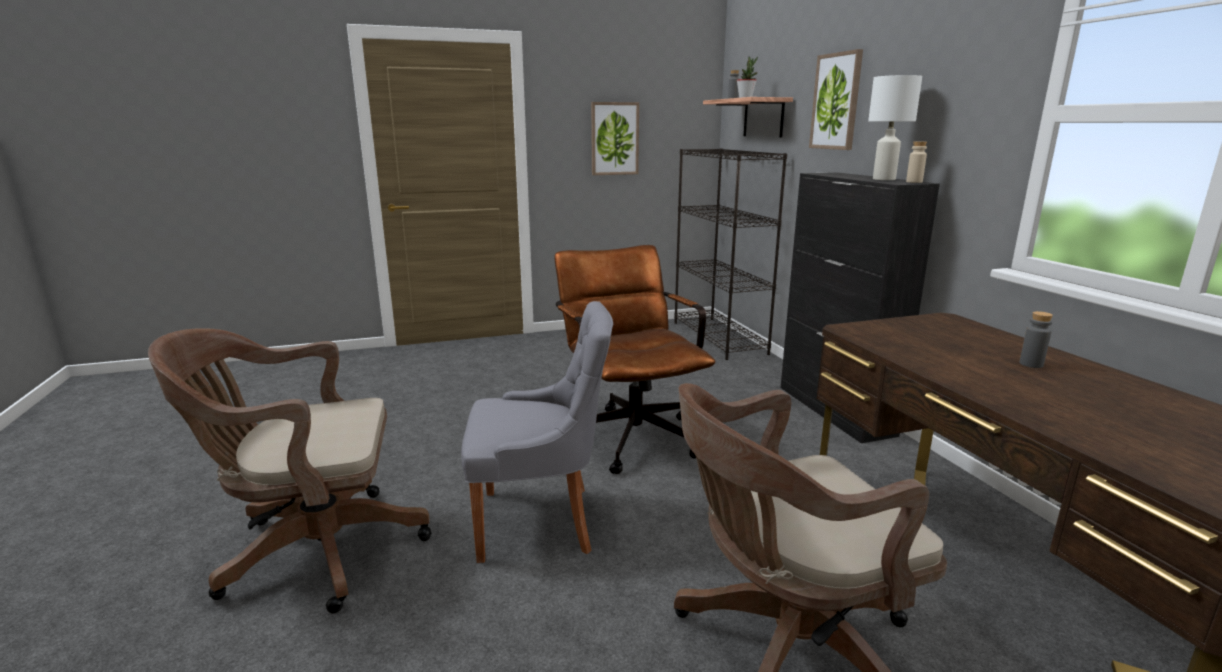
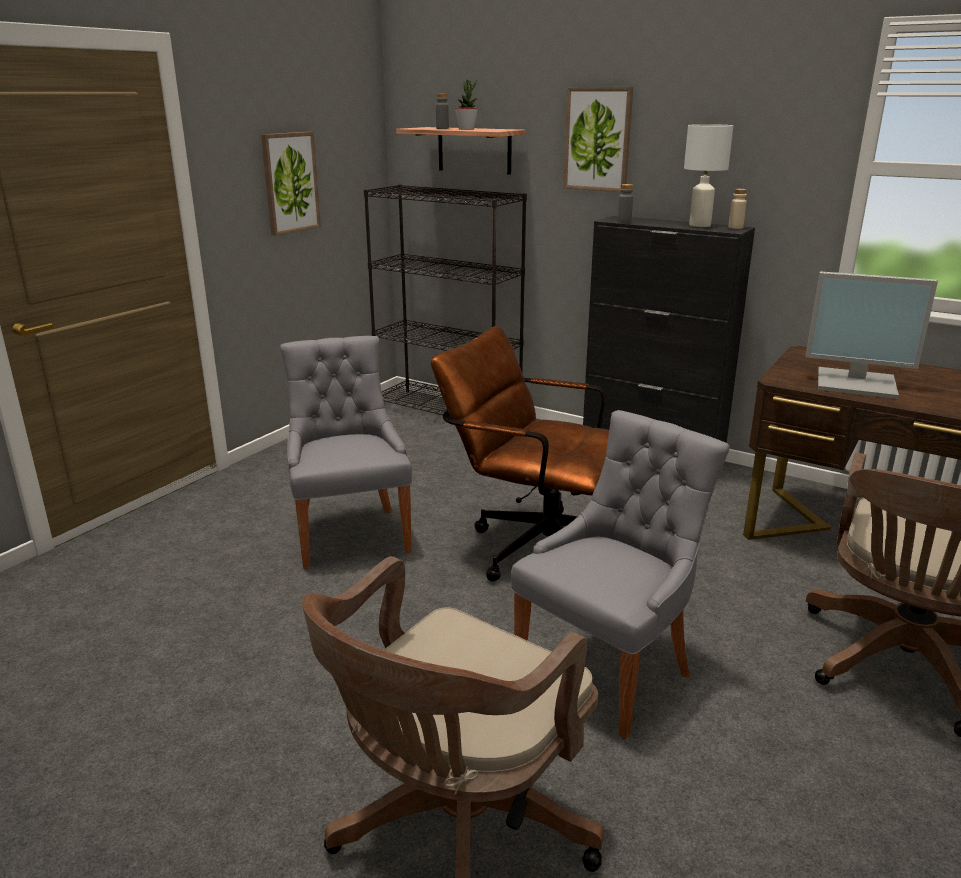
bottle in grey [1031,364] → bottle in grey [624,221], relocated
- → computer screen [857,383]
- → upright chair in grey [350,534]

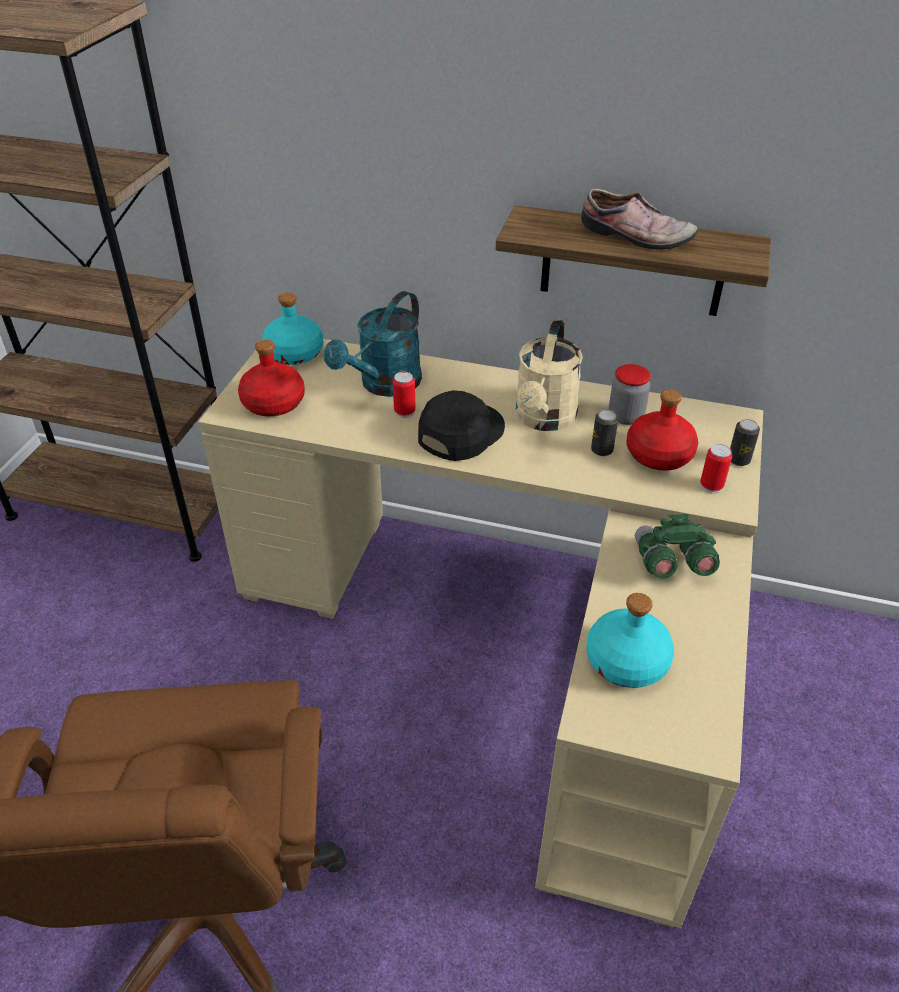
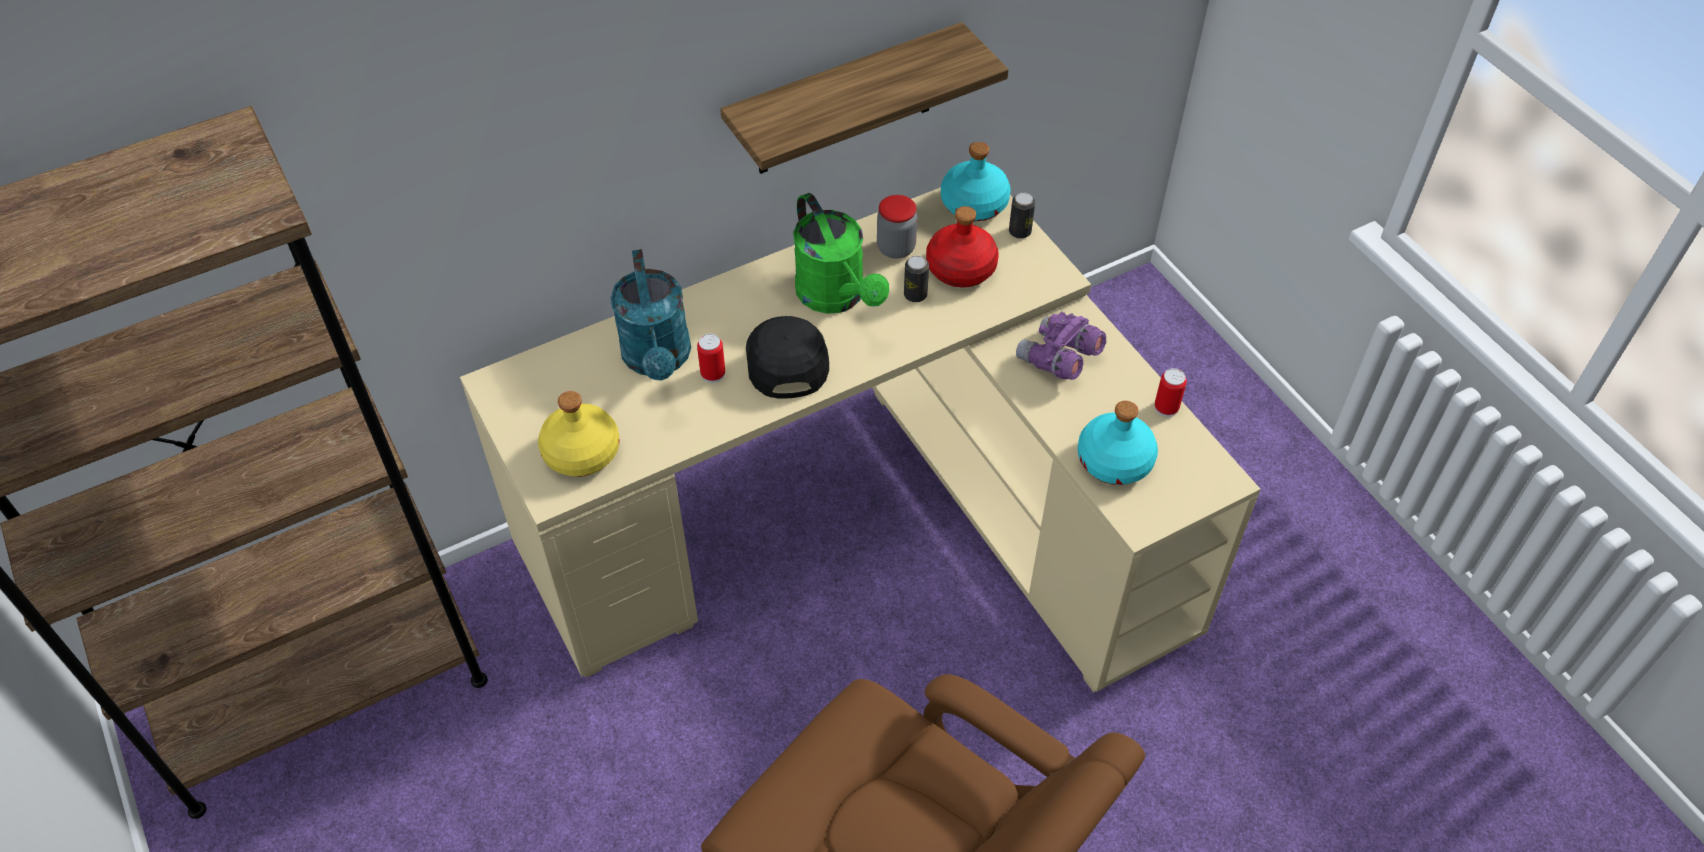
item of footwear [635,237] → -
bottle in blue-green [294,354] → bottle in blue-green [974,204], relocated
watering pot in sand-coloured [544,419] → watering pot in greenish [837,297]
bottle in red [272,403] → bottle in yellow [581,453]
can [711,486] → can [1166,407], relocated
binoculars in greenish [670,563] → binoculars in purple [1058,360]

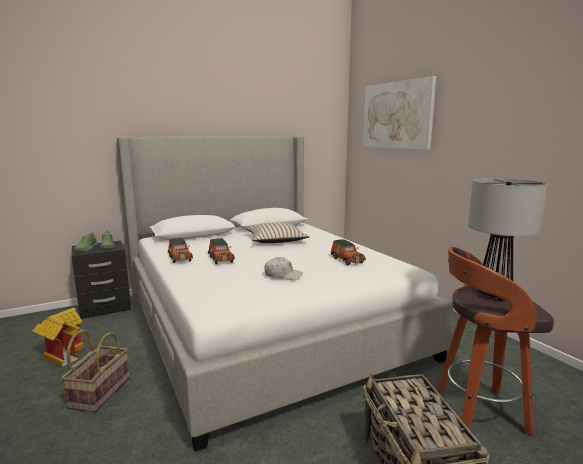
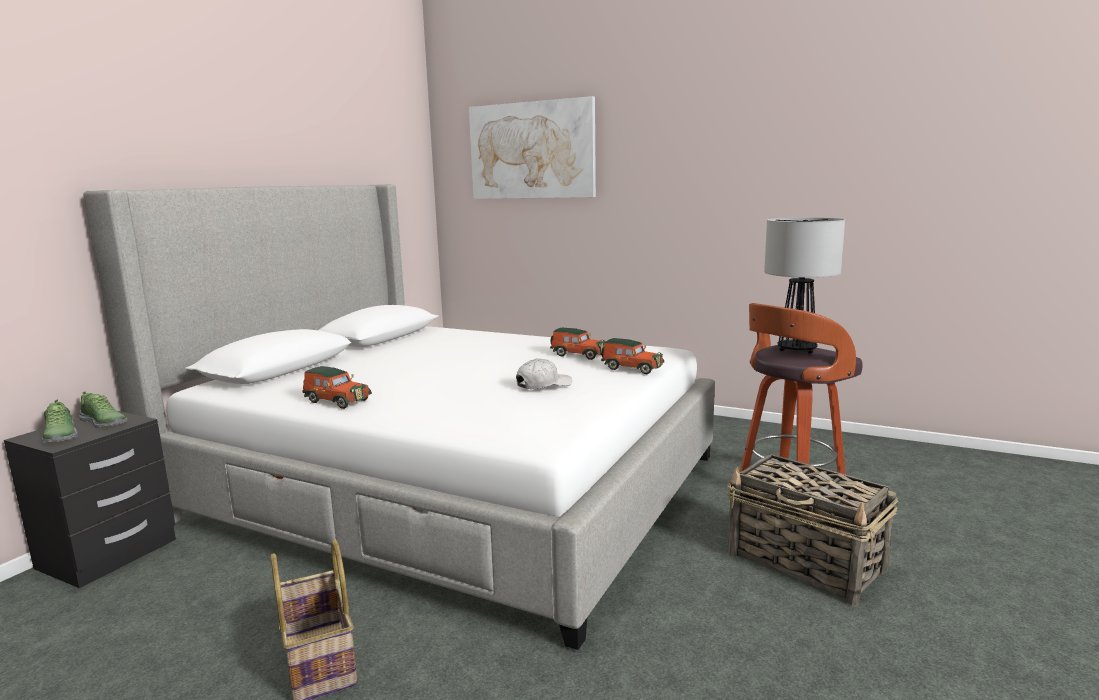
cushion in sand-coloured [276,240] → -
miniature car [220,259] → miniature car [631,368], relocated
miniature house [63,354] → -

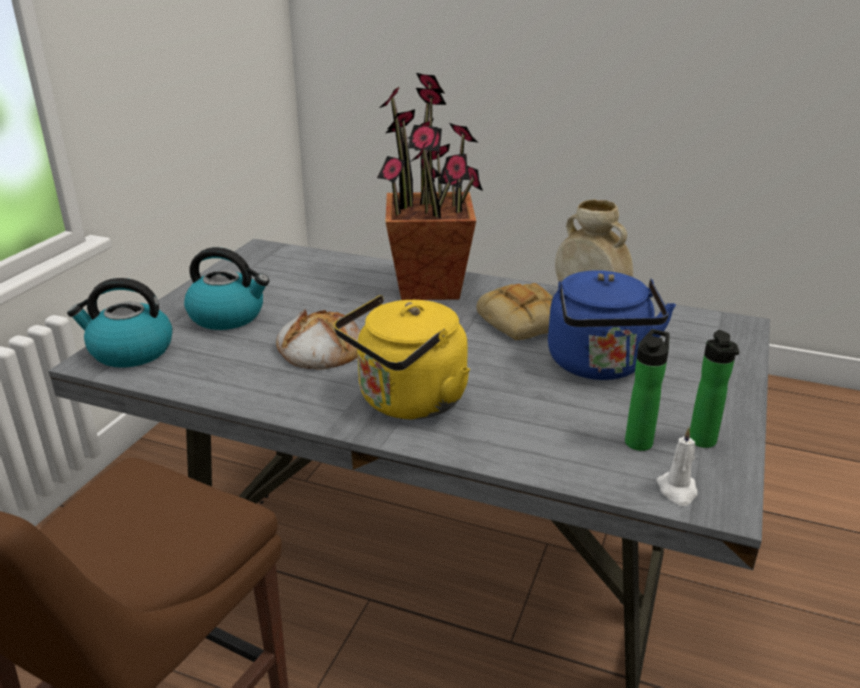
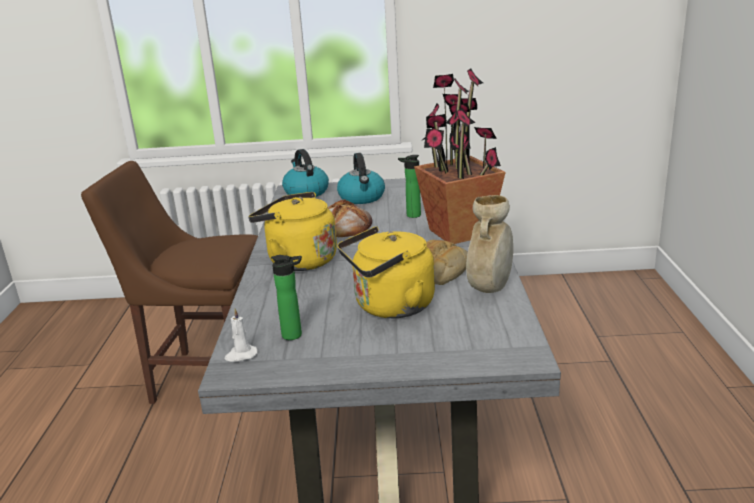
water kettle in blue [599,366] → water kettle in yellow [390,307]
bottle [703,443] → bottle [411,215], relocated

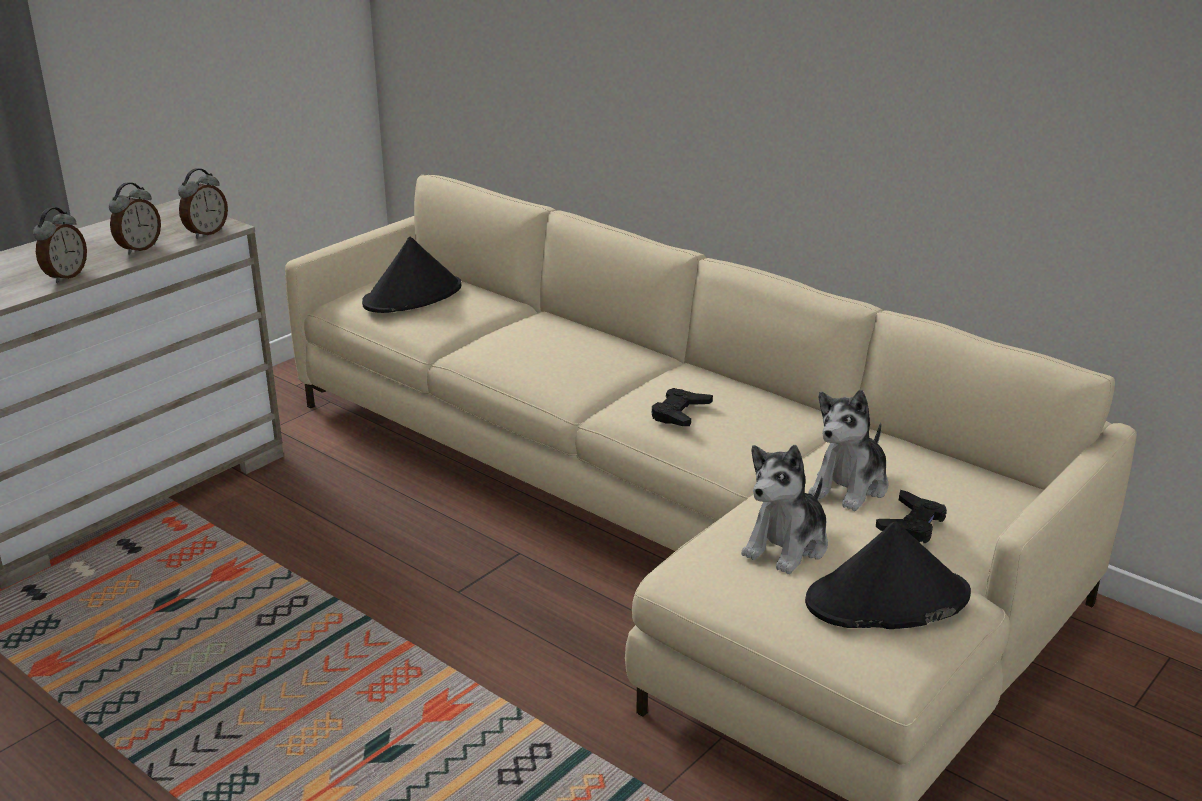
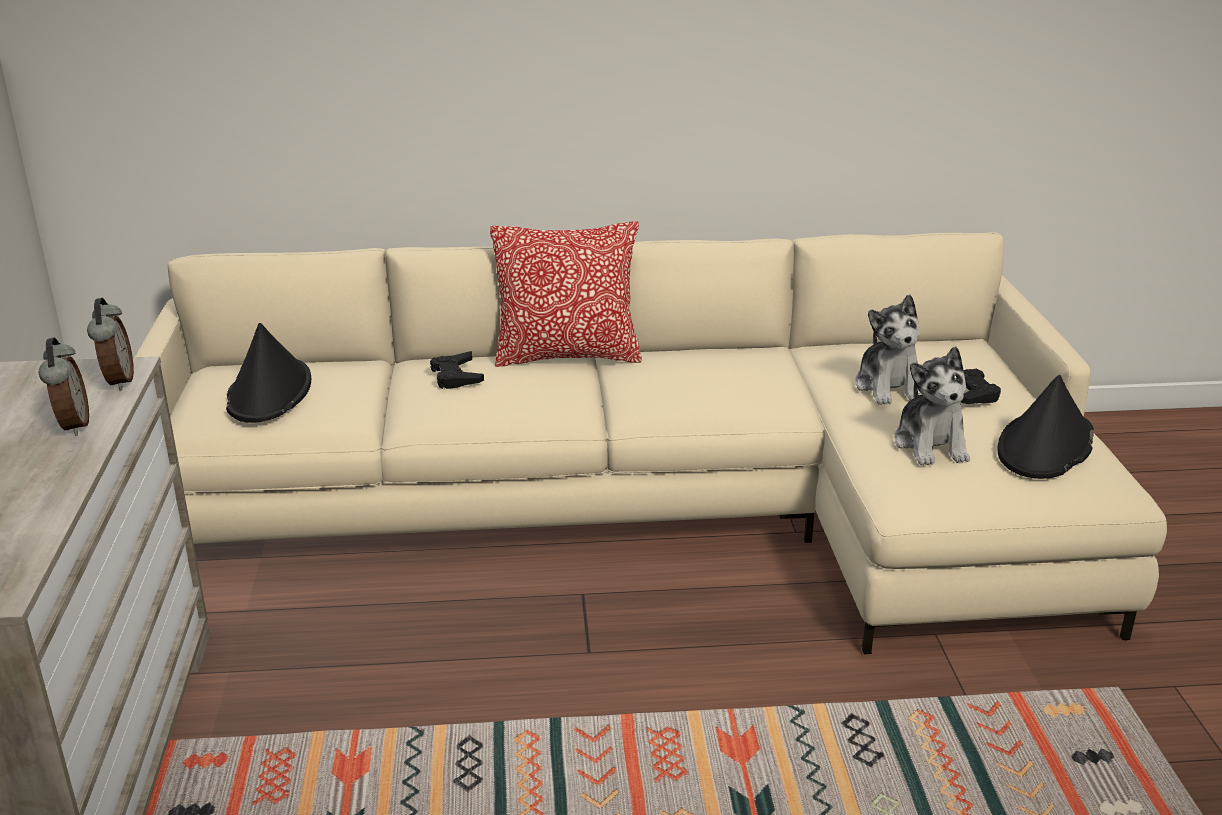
bedside clock [65,276] → -
gamepad in blackish [680,413] → gamepad in blackish [456,376], relocated
- → cushion [567,356]

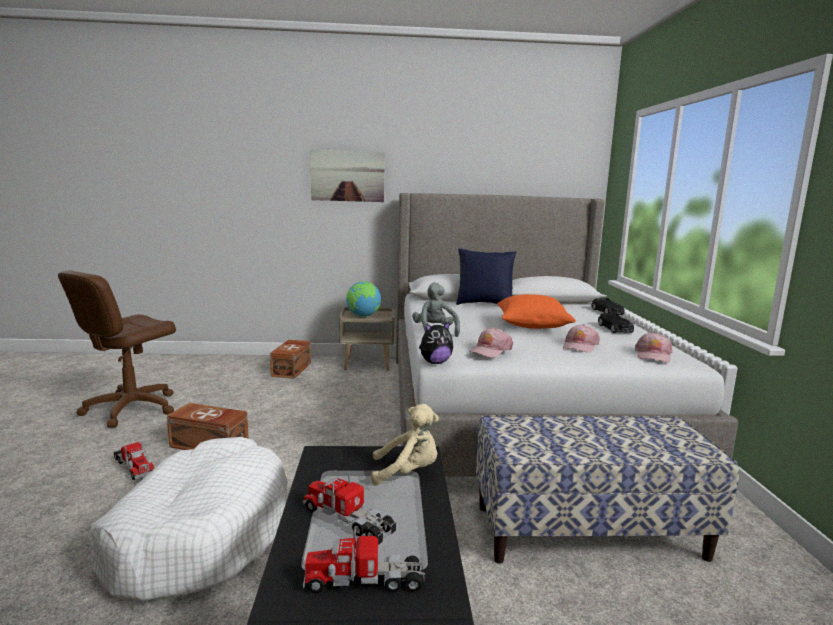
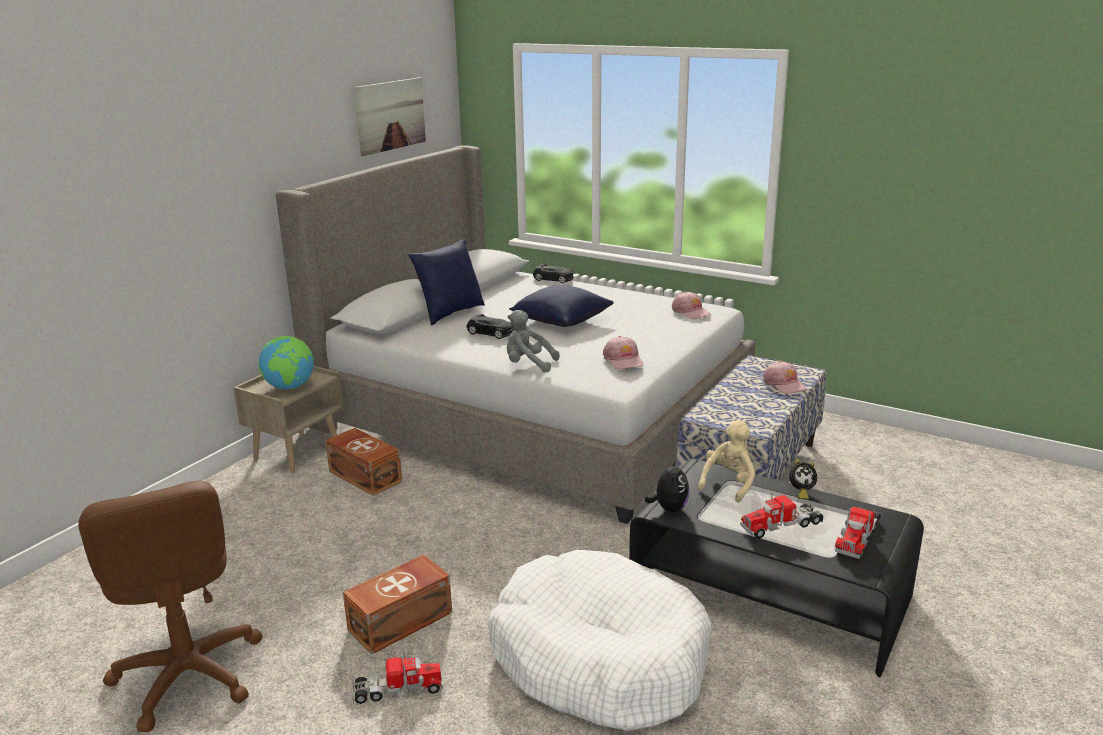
picture [347,176] → picture [390,115], relocated
cushion in orange-coloured [532,325] → cushion in blue [561,321]
miniature car in blackish [615,329] → miniature car in blackish [491,333], relocated
cuddly toy [435,362] → cuddly toy [669,508], relocated
baseball cap in pink-coloured [580,346] → baseball cap in pink-coloured [784,384], relocated
storage container in brown-coloured [292,369] → storage container in brown-coloured [365,475], relocated
- → bedside clock [800,492]

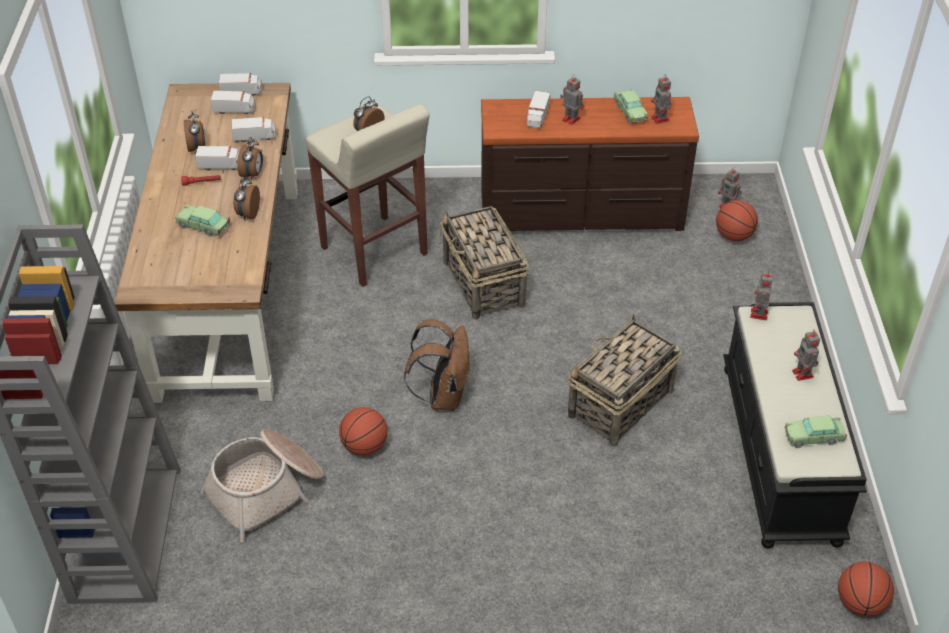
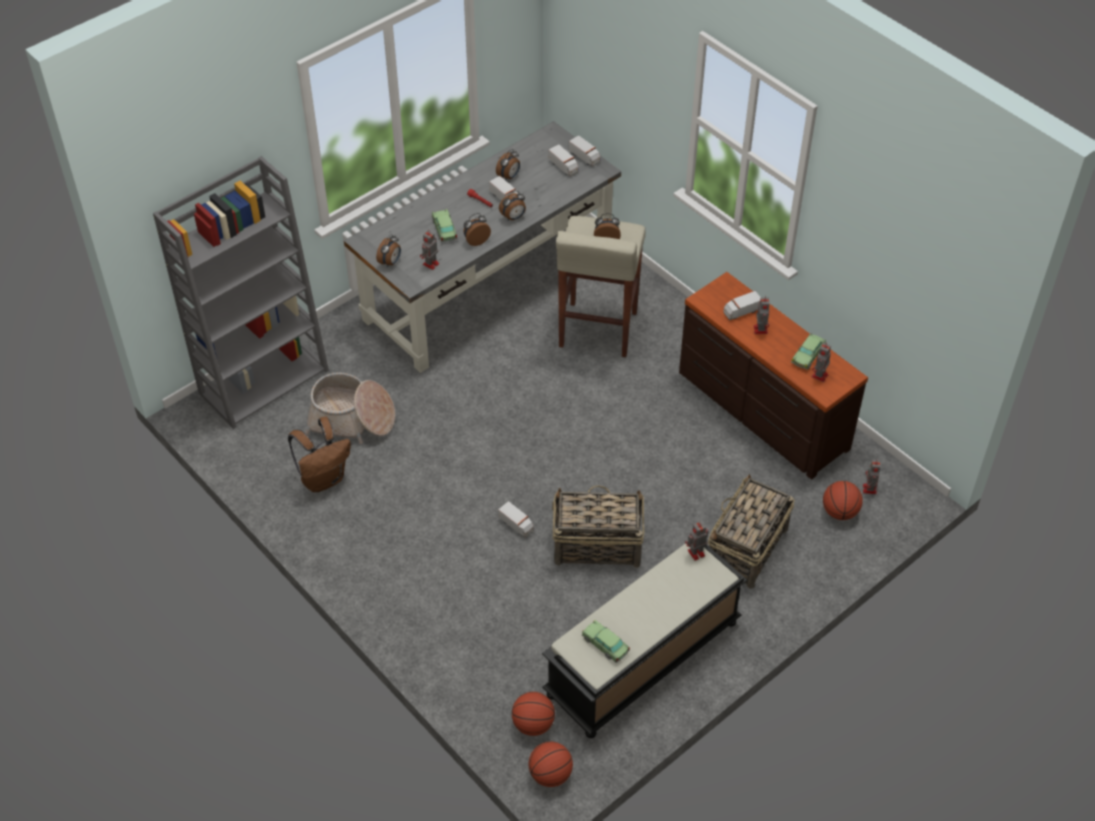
desk in brown-coloured [228,287] → desk in grey [489,285]
toy lorry [255,137] → toy lorry [516,525], relocated
household basket [484,284] → household basket [746,549], relocated
knapsack in brown-coloured [443,395] → knapsack in brown-coloured [324,478], relocated
toy robot [803,374] → toy robot [430,264], relocated
ball for basketball [364,446] → ball for basketball [533,724], relocated
- → bedside clock [390,262]

